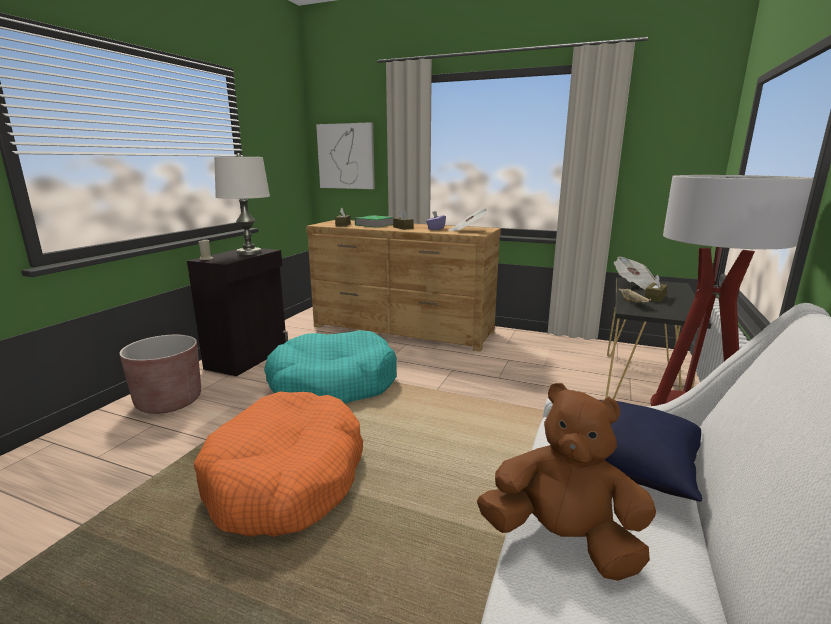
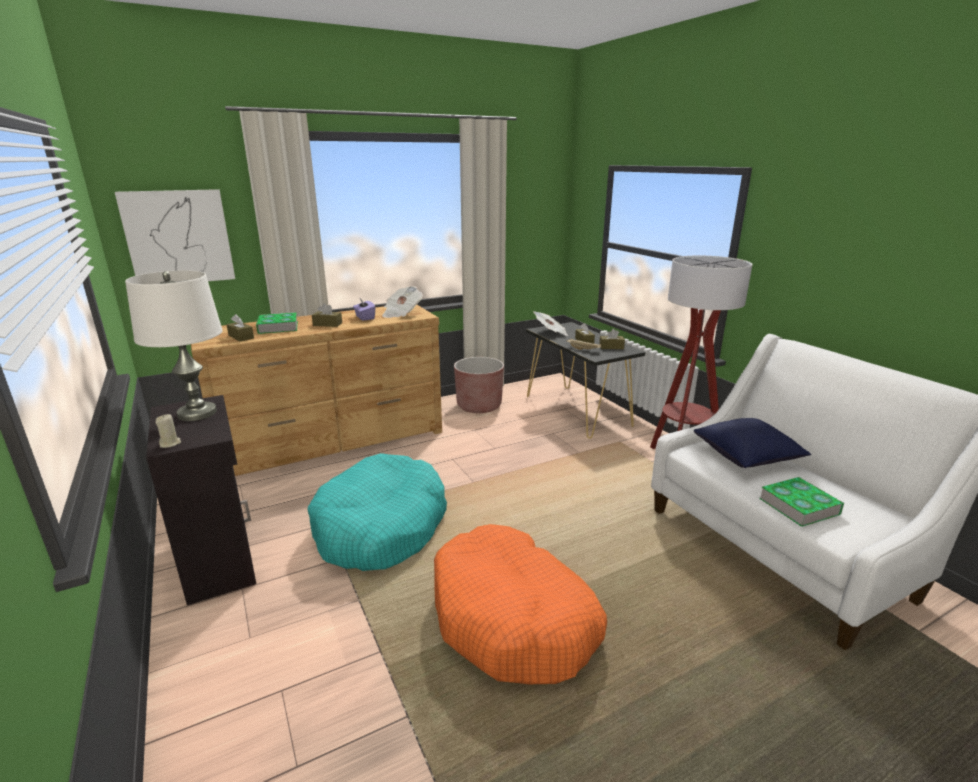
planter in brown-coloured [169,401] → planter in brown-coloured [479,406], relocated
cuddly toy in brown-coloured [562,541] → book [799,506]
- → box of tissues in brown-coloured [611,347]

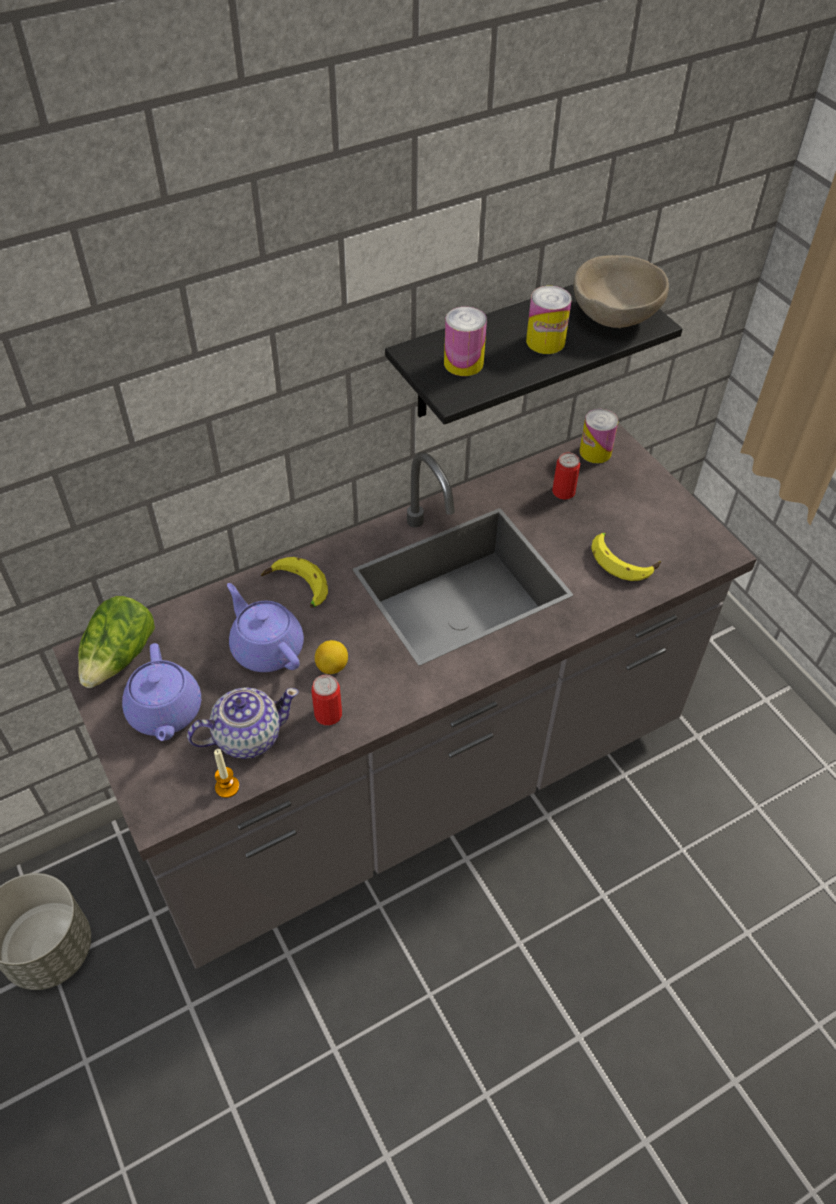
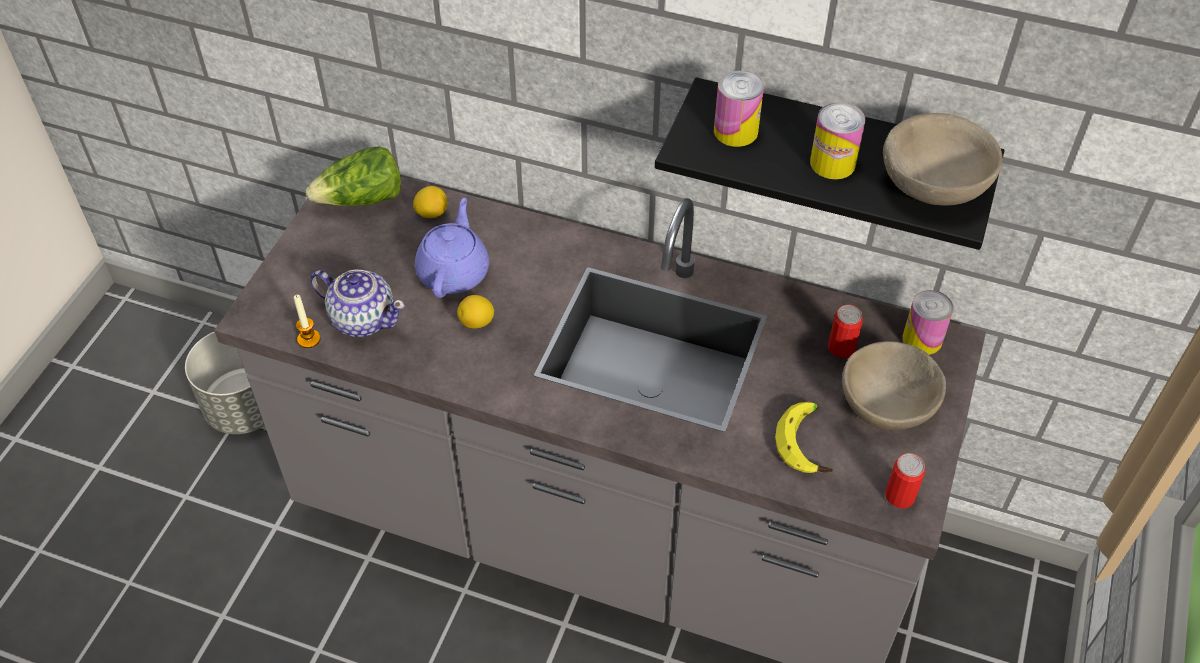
banana [296,589] → -
pot for tea in purple [165,712] → -
can [328,714] → can [900,496], relocated
- → whole lemon [432,213]
- → bowl in sand-coloured [886,406]

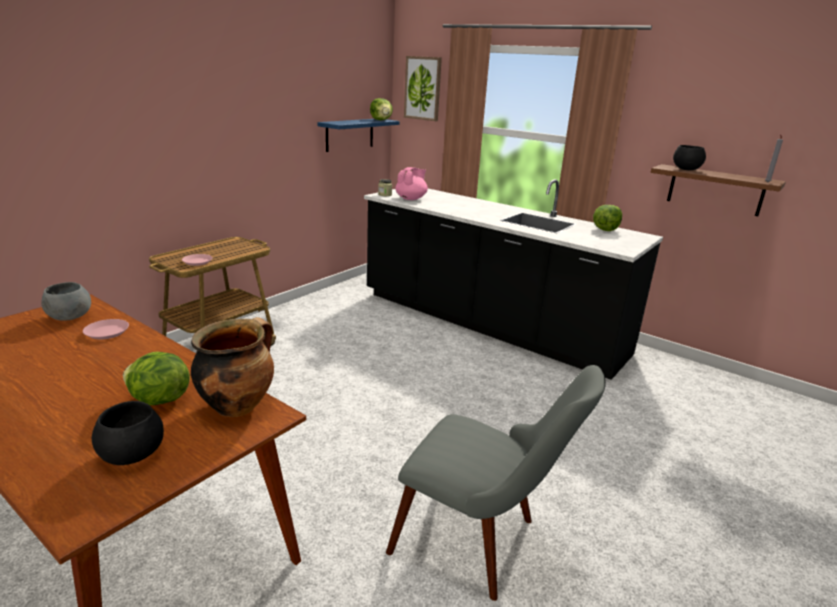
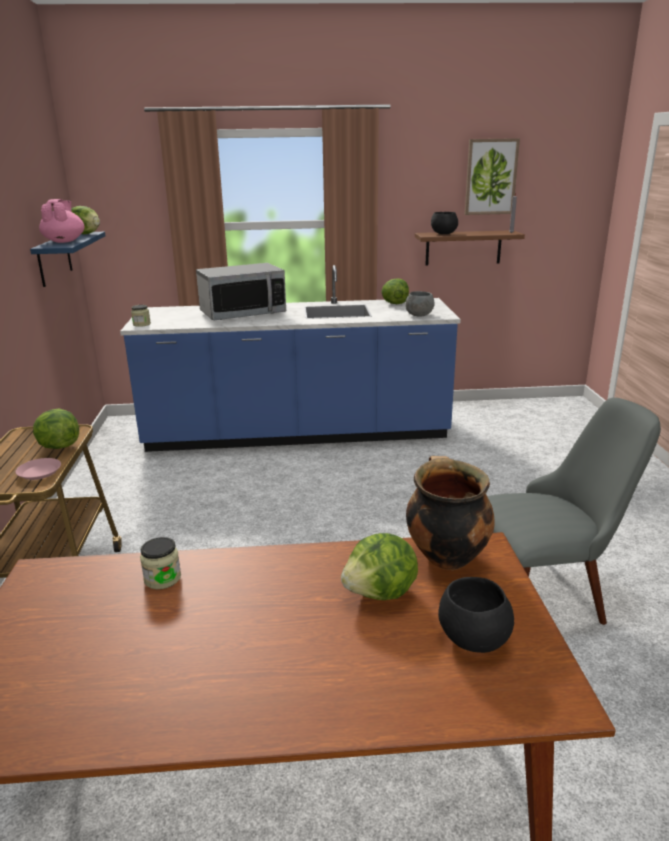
picture [423,88] → picture [490,177], relocated
pot for tea in pink-coloured [411,199] → pot for tea in pink-coloured [64,241], relocated
kitchen counter in blackish [488,324] → kitchen counter in blue [297,433]
bowl in grey [69,317] → bowl in grey [419,315], relocated
dinner plate in pink-coloured [107,332] → preserve jar [162,578]
- → microwave [243,313]
- → lettuce [58,446]

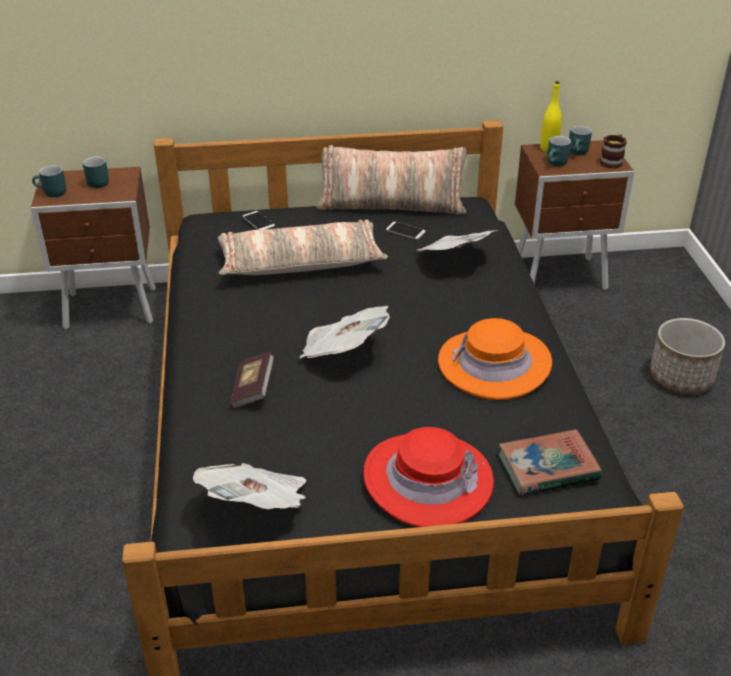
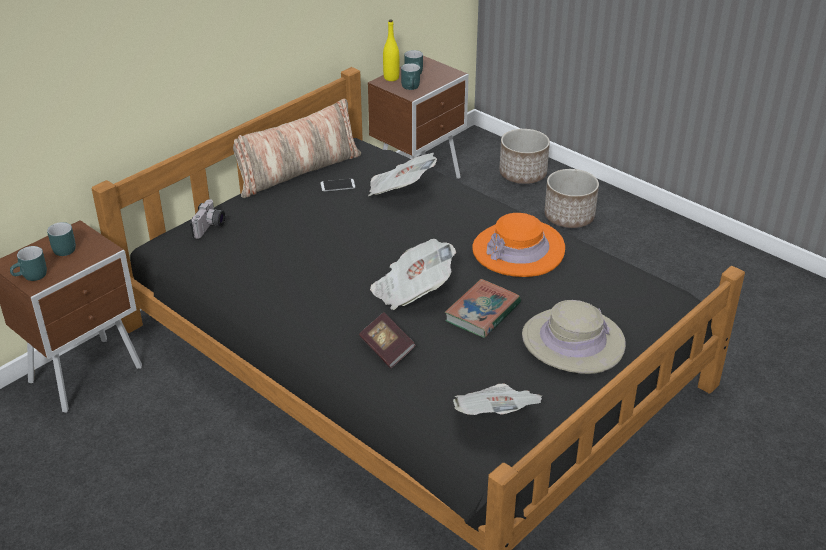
mug [612,161] → -
phone [258,221] → photo camera [210,228]
cushion [300,262] → -
wearable hat in red [427,480] → wearable hat in sand-coloured [572,342]
book [548,467] → book [482,312], relocated
- → planter [523,174]

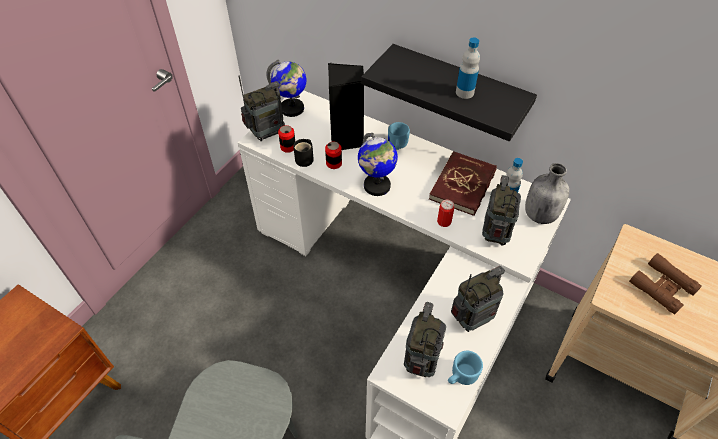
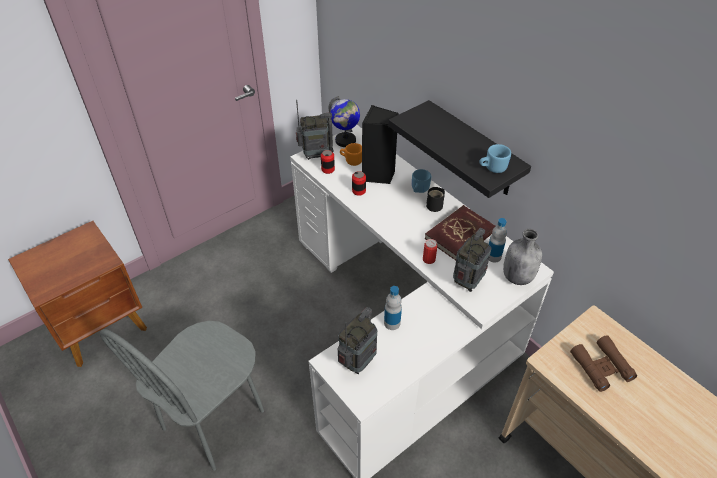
bottle [464,92] → bottle [392,323], relocated
globe [377,186] → -
mug in blackish [305,159] → mug in blackish [436,205], relocated
radio set [472,319] → -
mug in blue [460,376] → mug in blue [492,168], relocated
- → mug in orange-coloured [351,160]

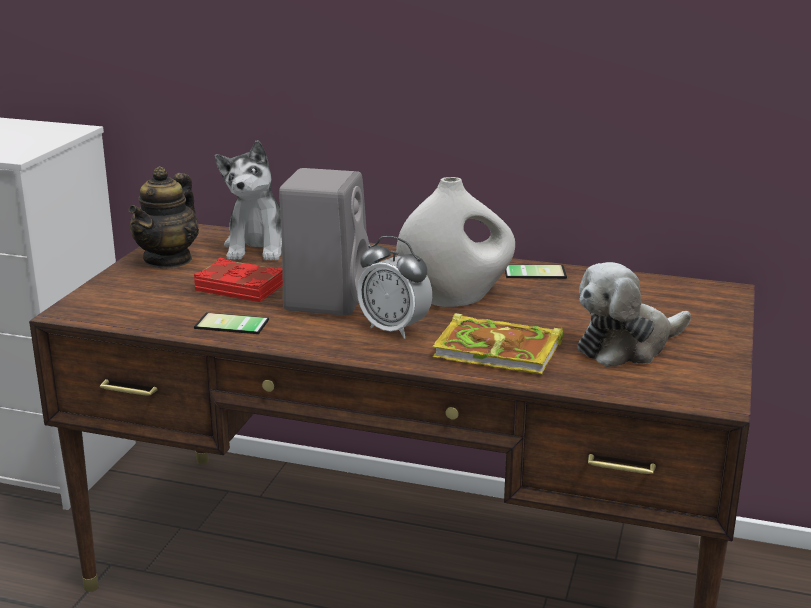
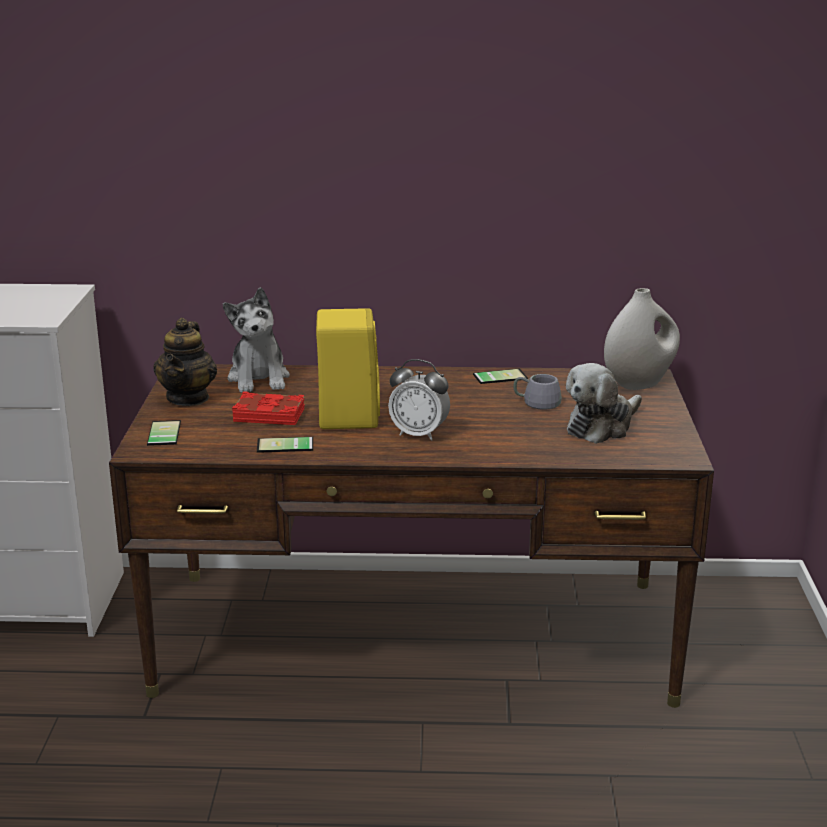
speaker in grey [326,298] → speaker in yellow [347,416]
flower vase in white-coloured [455,299] → flower vase in white-coloured [639,383], relocated
book [500,351] → -
- → mug in grey [537,401]
- → phone [161,433]

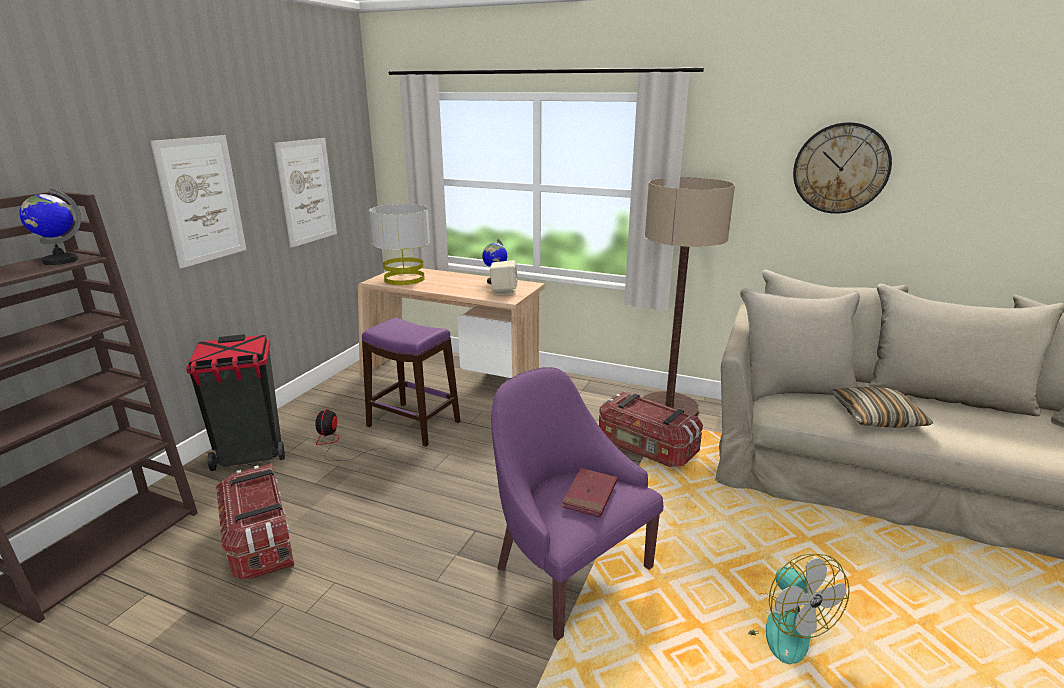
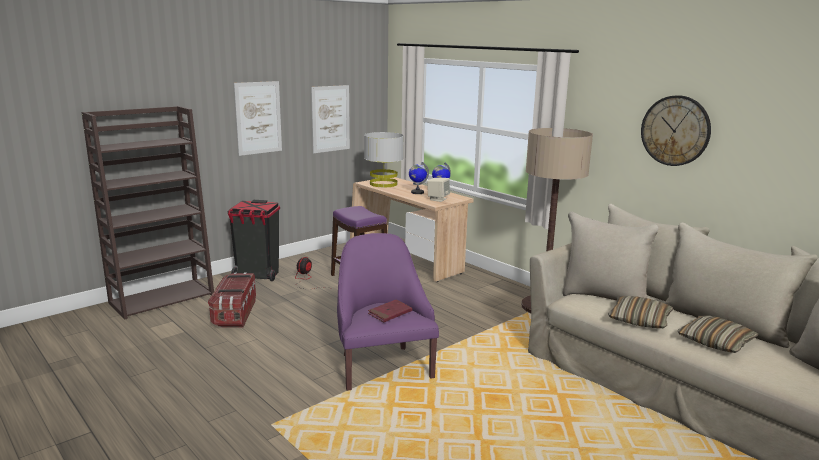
globe [60,261] → globe [417,192], relocated
storage container [646,448] → -
fan [777,627] → -
- → cushion [715,342]

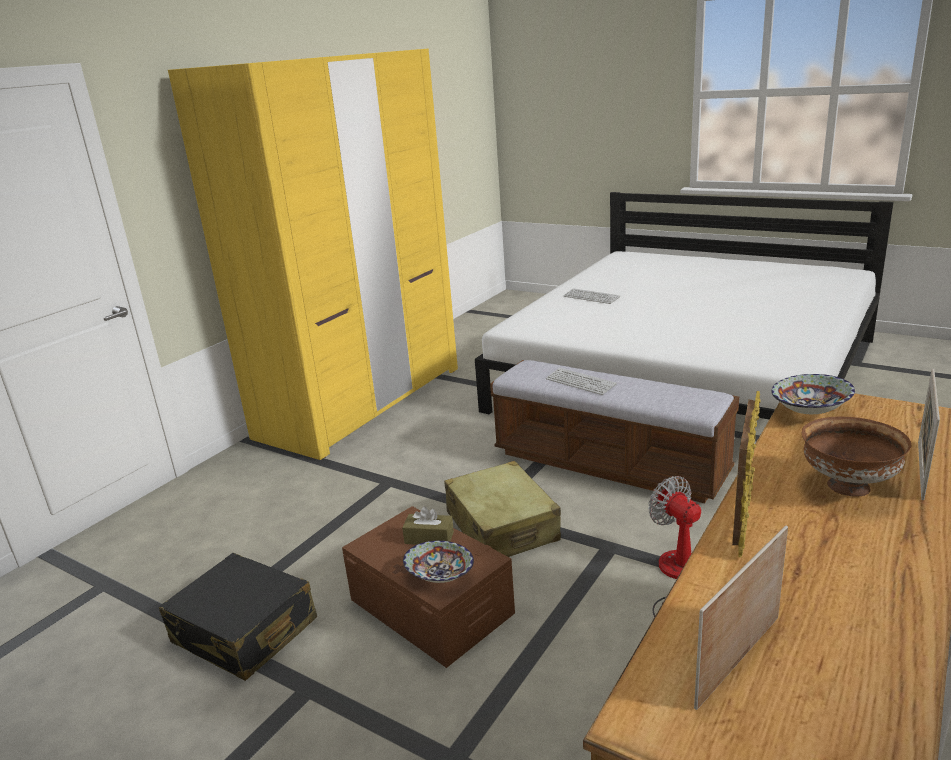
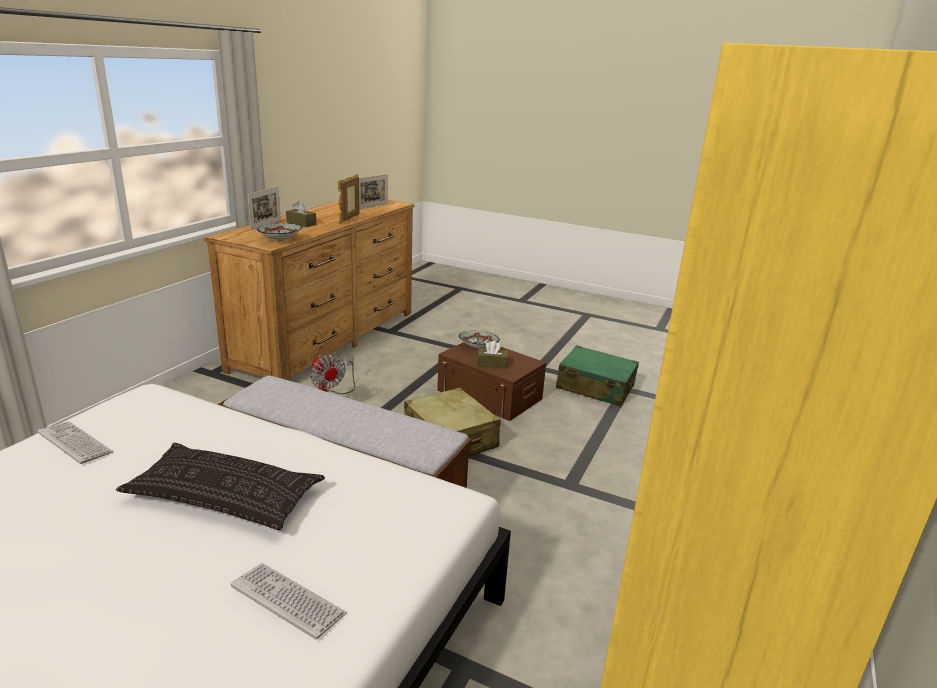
keyboard [580,382] → keyboard [75,443], relocated
bowl in brown-coloured [847,486] → box of tissues in brown-coloured [301,223]
suitcase in blackish [244,631] → suitcase in greenish [595,387]
- → cushion [224,496]

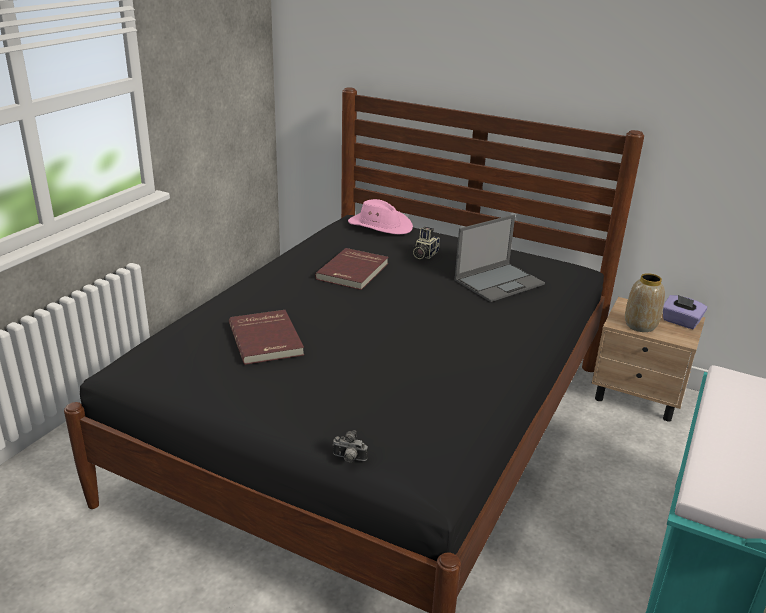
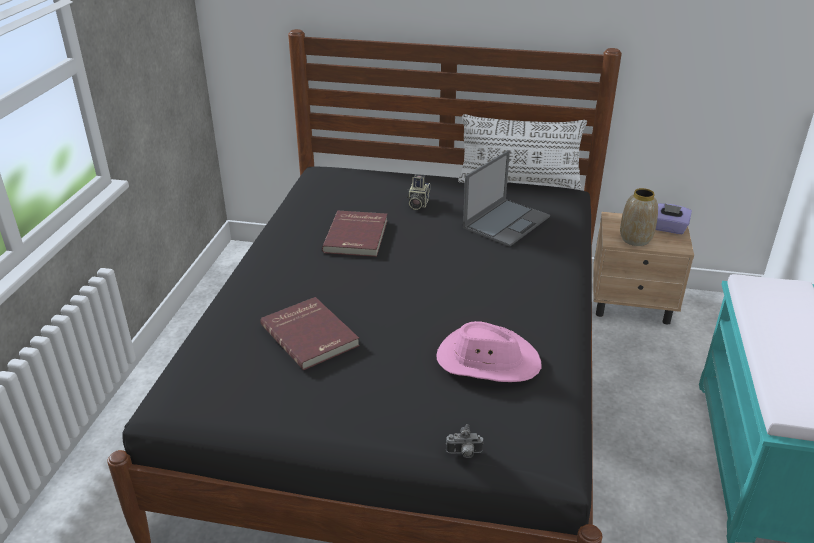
wearable hat in pink-coloured [380,225] → wearable hat in pink-coloured [487,360], relocated
- → cushion in white-coloured [519,182]

